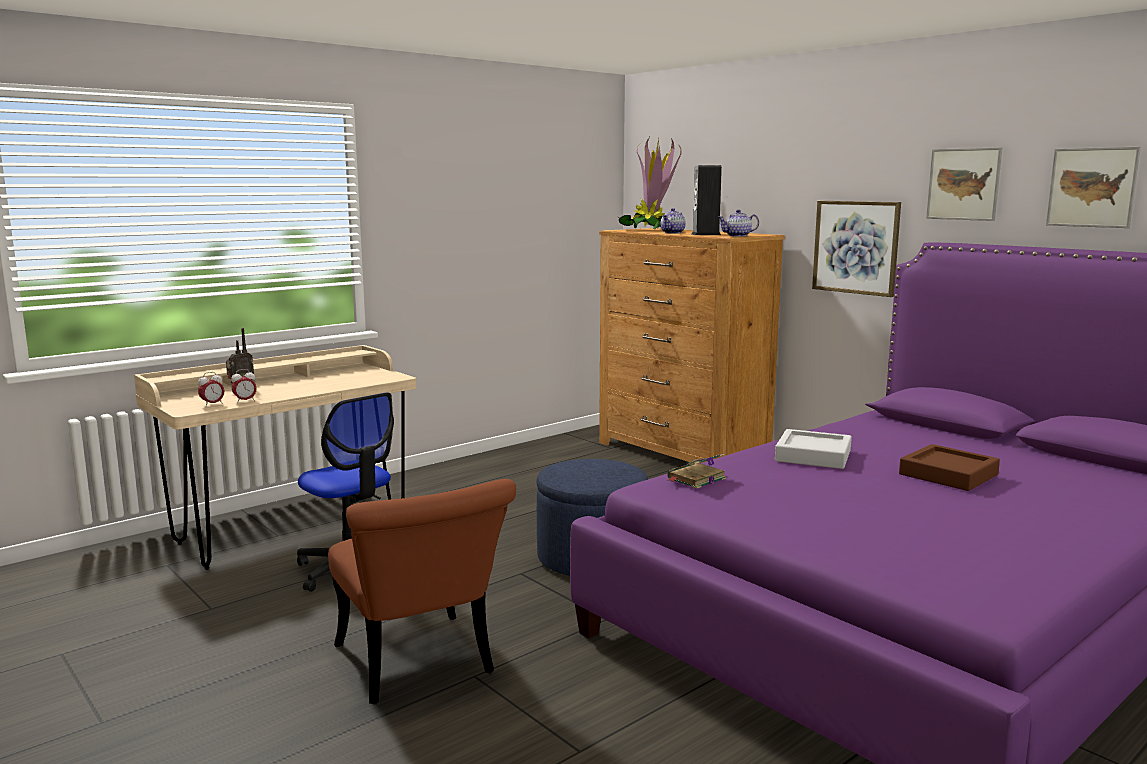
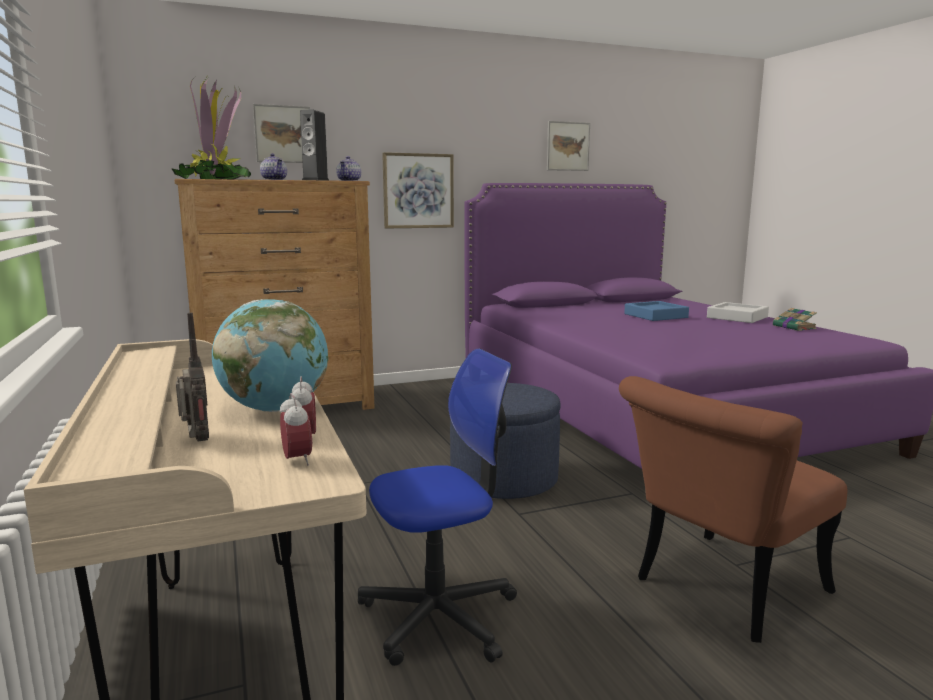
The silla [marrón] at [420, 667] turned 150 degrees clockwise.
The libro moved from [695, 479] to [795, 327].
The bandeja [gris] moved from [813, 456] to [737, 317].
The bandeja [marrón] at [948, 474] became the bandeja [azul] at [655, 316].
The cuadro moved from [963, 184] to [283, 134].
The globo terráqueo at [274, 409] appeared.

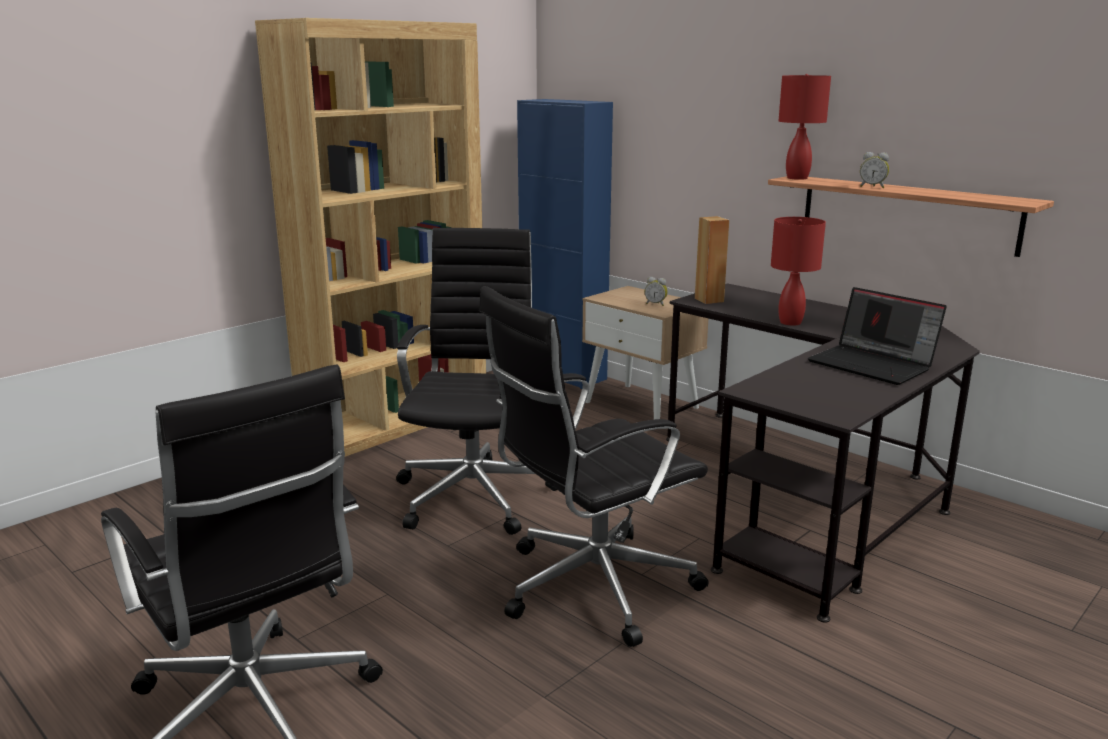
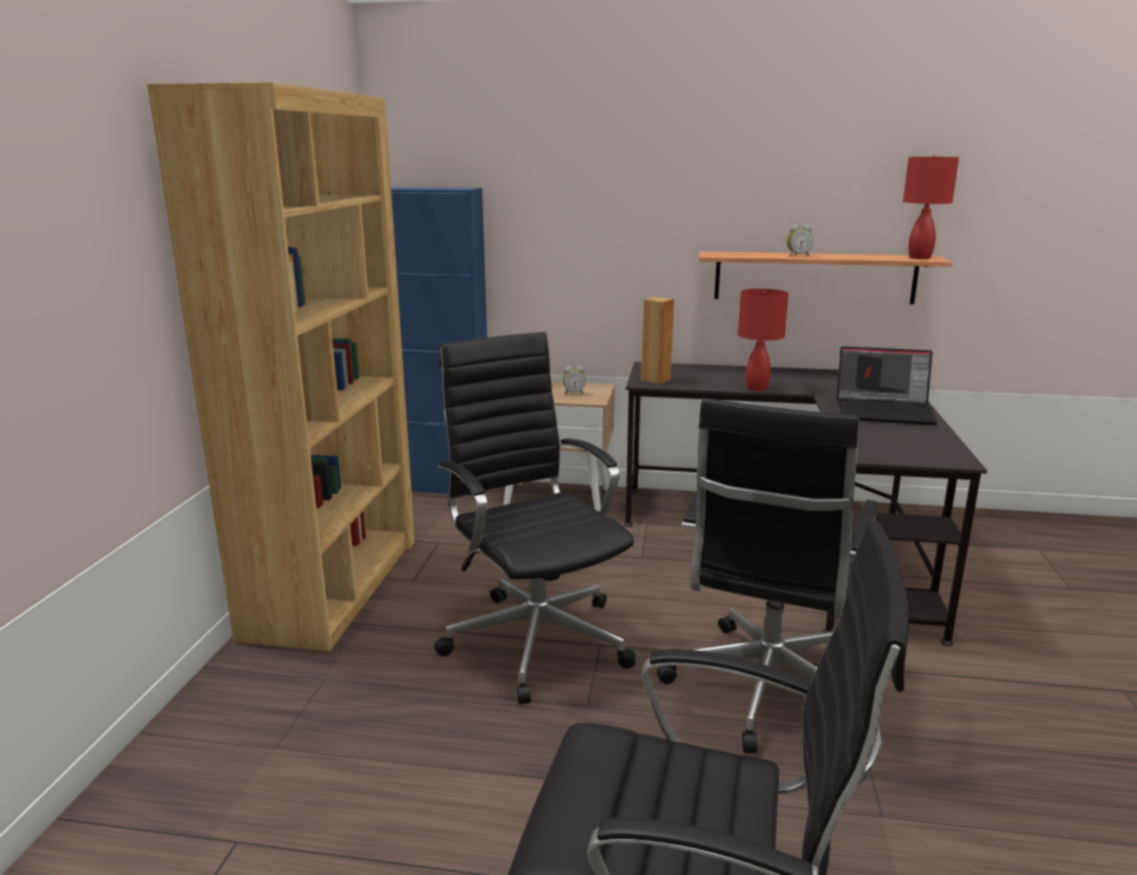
The lámpara de mesa [rojo] moved from [798, 178] to [920, 258].

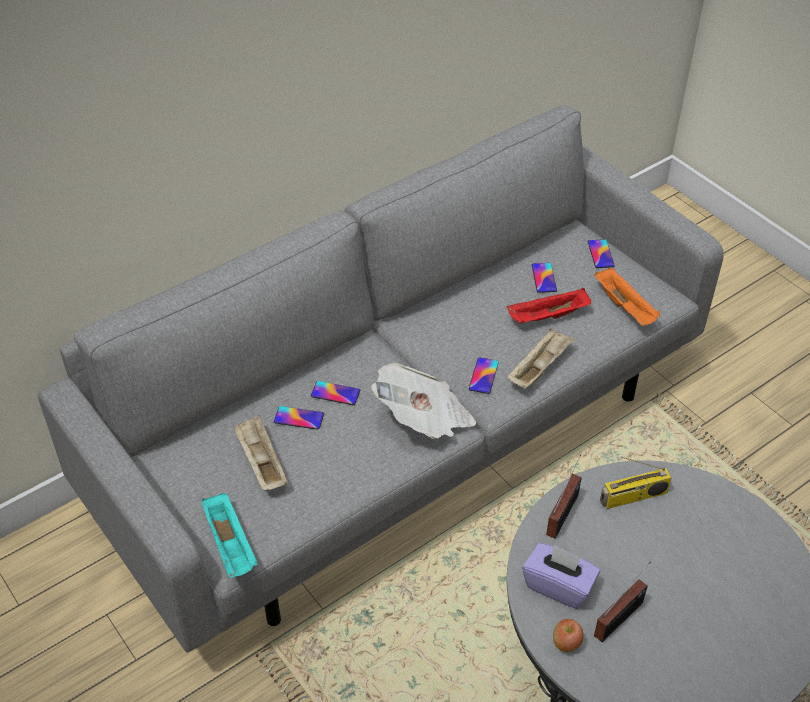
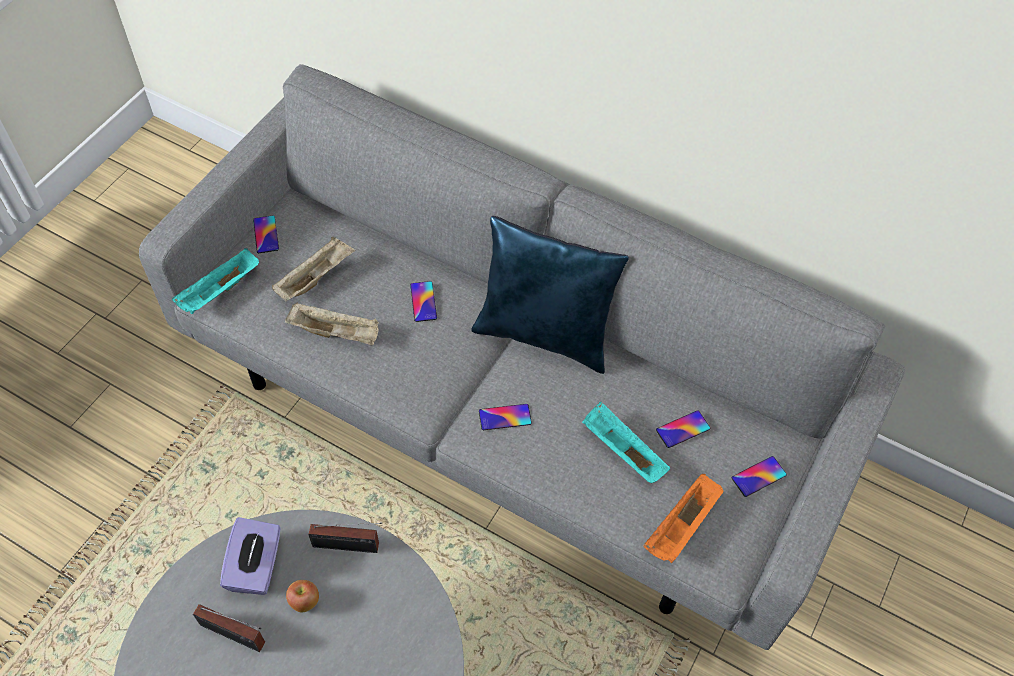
The móvil moved from [299, 418] to [266, 234].
The periódico at [424, 419] disappeared.
The bandeja [rojo] at [547, 317] became the bandeja [turquesa] at [621, 451].
The bandeja [beis] moved from [539, 368] to [336, 333].
The manzana moved from [566, 643] to [304, 601].
The radio at [633, 497] disappeared.
The cojín [azul] at [545, 334] appeared.

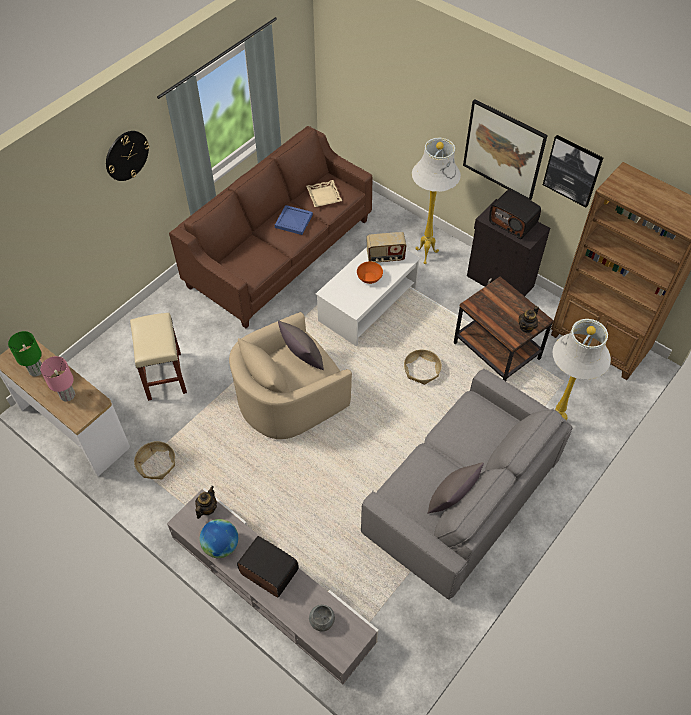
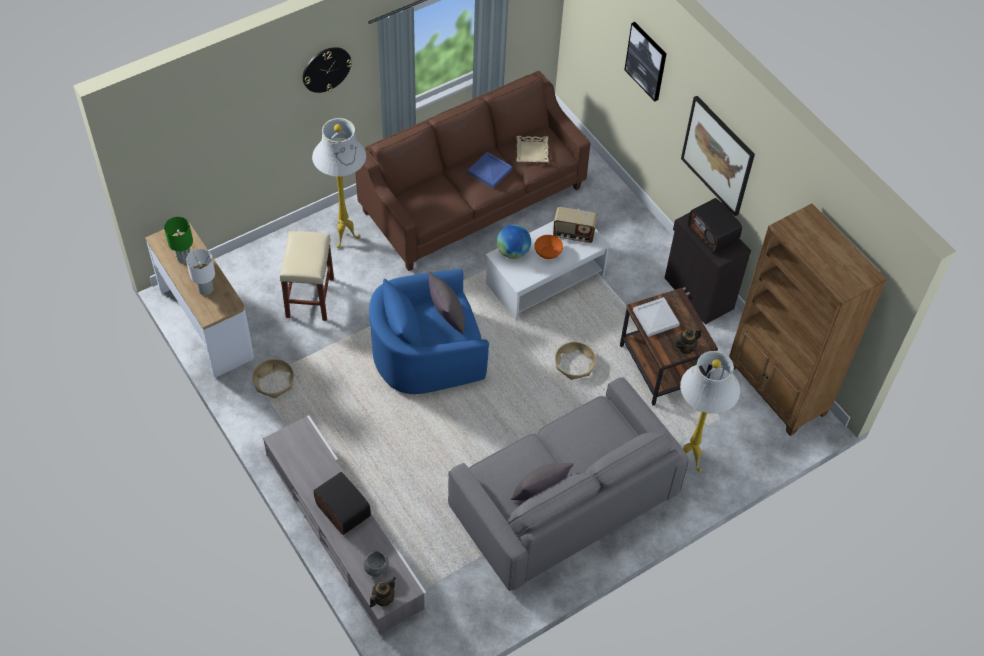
The lámpara de mesa [rosa] at [67, 395] became the lámpara de mesa [blanco] at [205, 289].
The tetera moved from [207, 508] to [383, 599].
The globo terráqueo moved from [221, 546] to [513, 252].
The sillón [beis] at [289, 397] became the sillón [azul] at [427, 354].
The lámpara de pie [blanco] moved from [426, 254] to [346, 238].
The cuadro moved from [572, 170] to [646, 61].
The bandeja [blanco] at [655, 318] appeared.

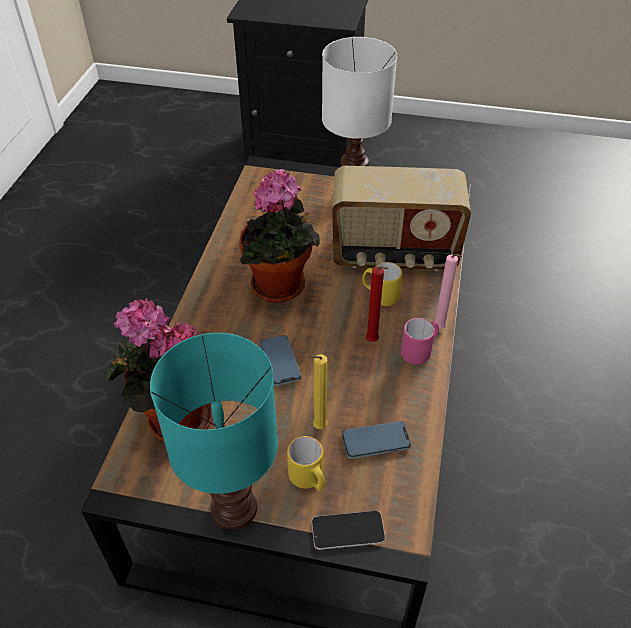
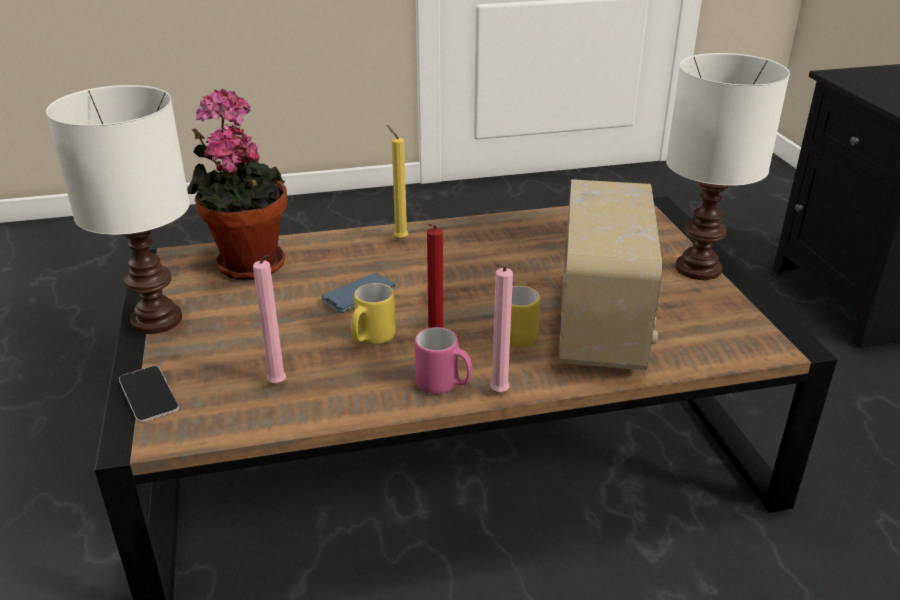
The lámpara de mesa [turquesa] at [236, 508] became the lámpara de mesa [blanco] at [156, 321].
The planta en maceta at [281, 288] disappeared.
The taza grande [amarillo] moved from [309, 480] to [371, 339].
The vela [amarillo] moved from [317, 427] to [399, 238].
The radio at [394, 255] turned 150 degrees counterclockwise.
The móvil at [375, 442] was replaced by the vela [rosa] at [278, 385].

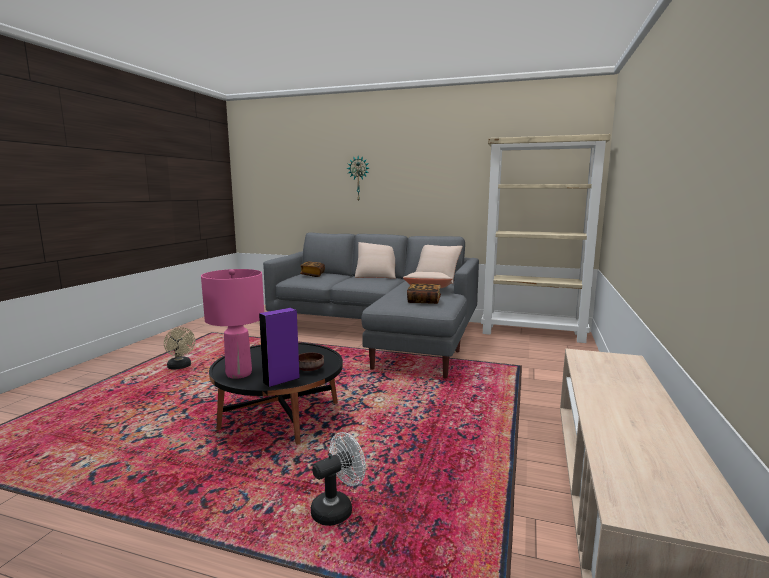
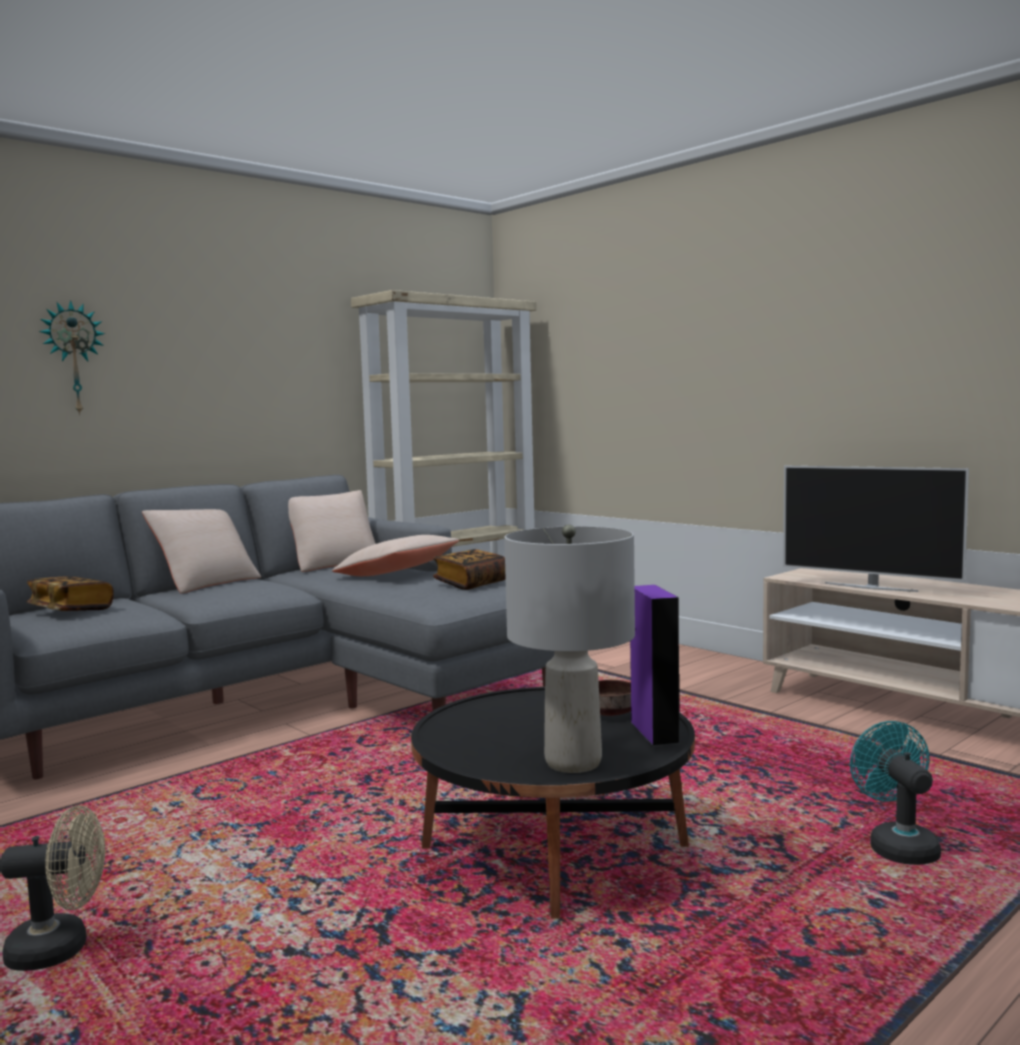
The lámpara de mesa [rosa] at [238, 373] became the lámpara de mesa [gris] at [572, 762].
The ventilador [blanco] at [337, 509] became the ventilador [turquesa] at [897, 846].
The televisor at [871, 587] appeared.

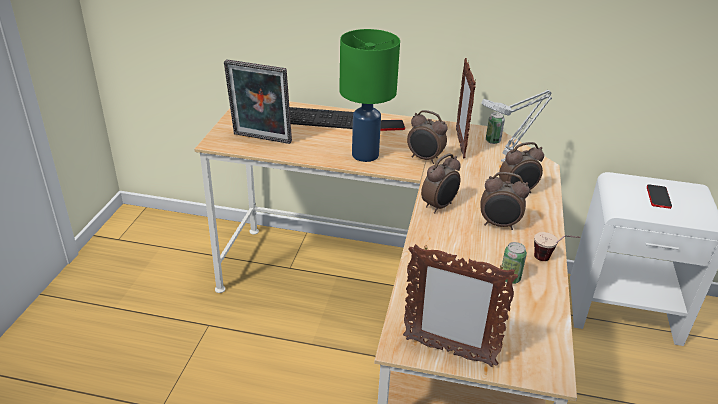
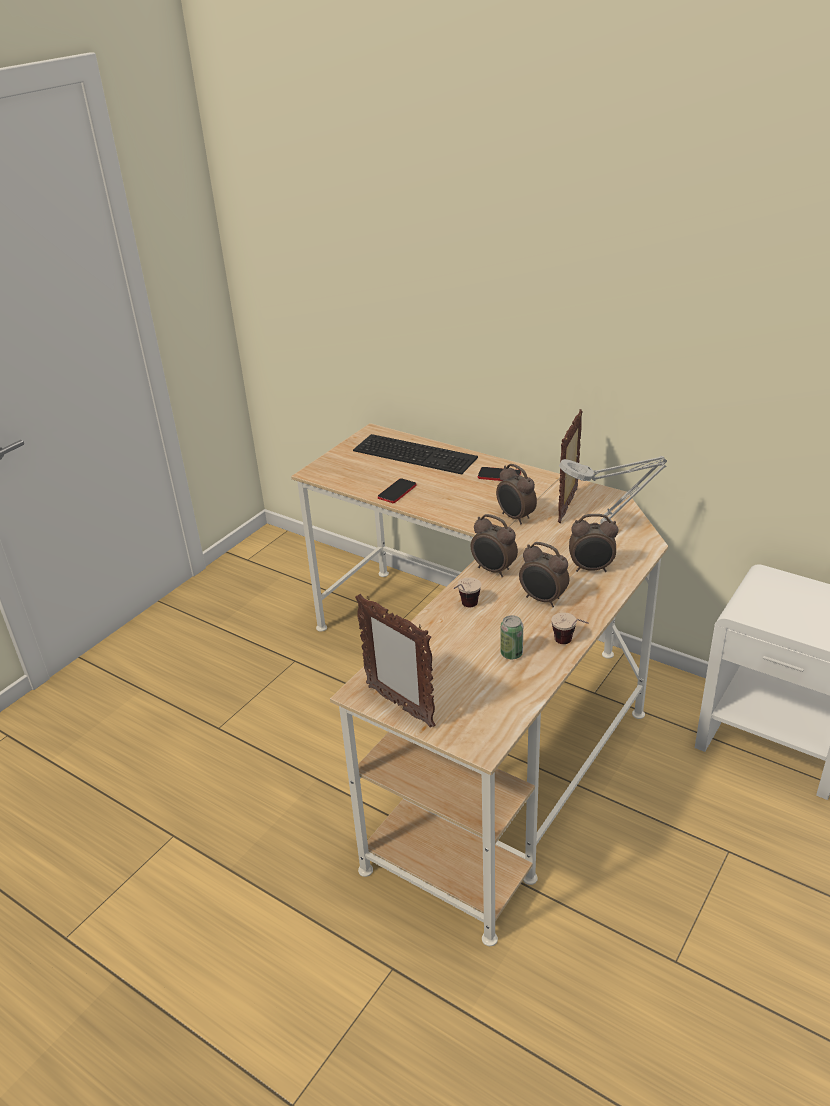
The portarretratos at [261, 139] disappeared.
The lámpara de mesa [verde] at [364, 155] disappeared.
The despertador at [439, 206] turned 60 degrees clockwise.
The lata at [493, 141] disappeared.
The móvil moved from [658, 197] to [397, 492].
The taza at [465, 608] appeared.

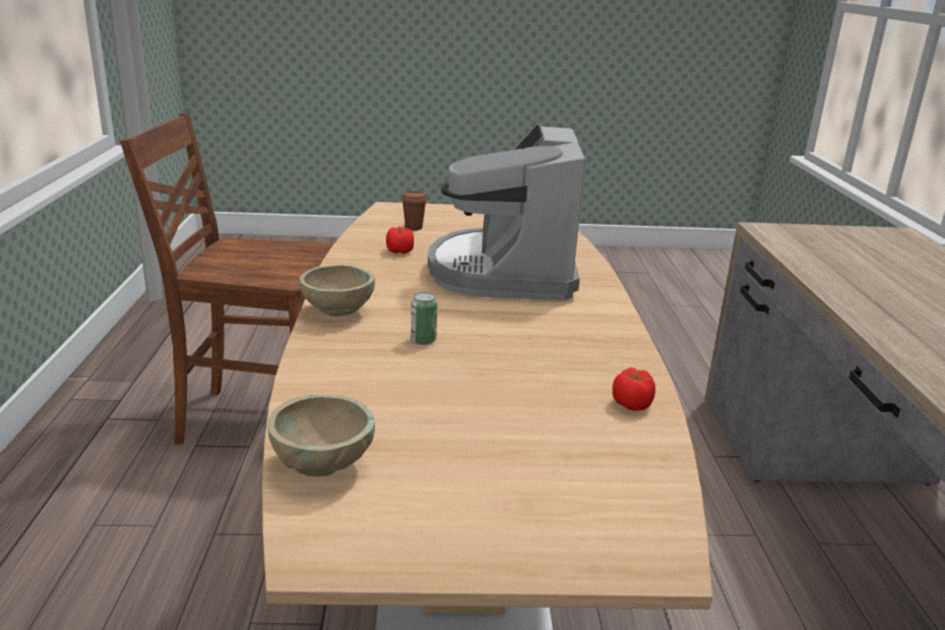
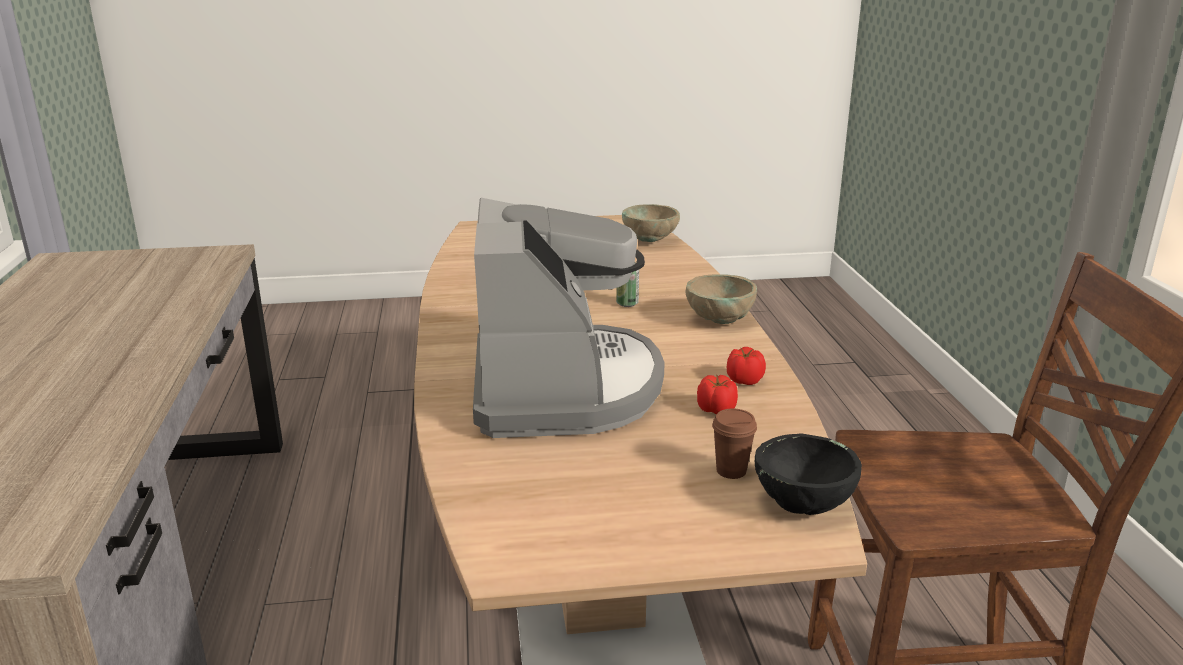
The tomate moved from [633, 404] to [743, 381].
The cuenco [negro] at [804, 505] appeared.

